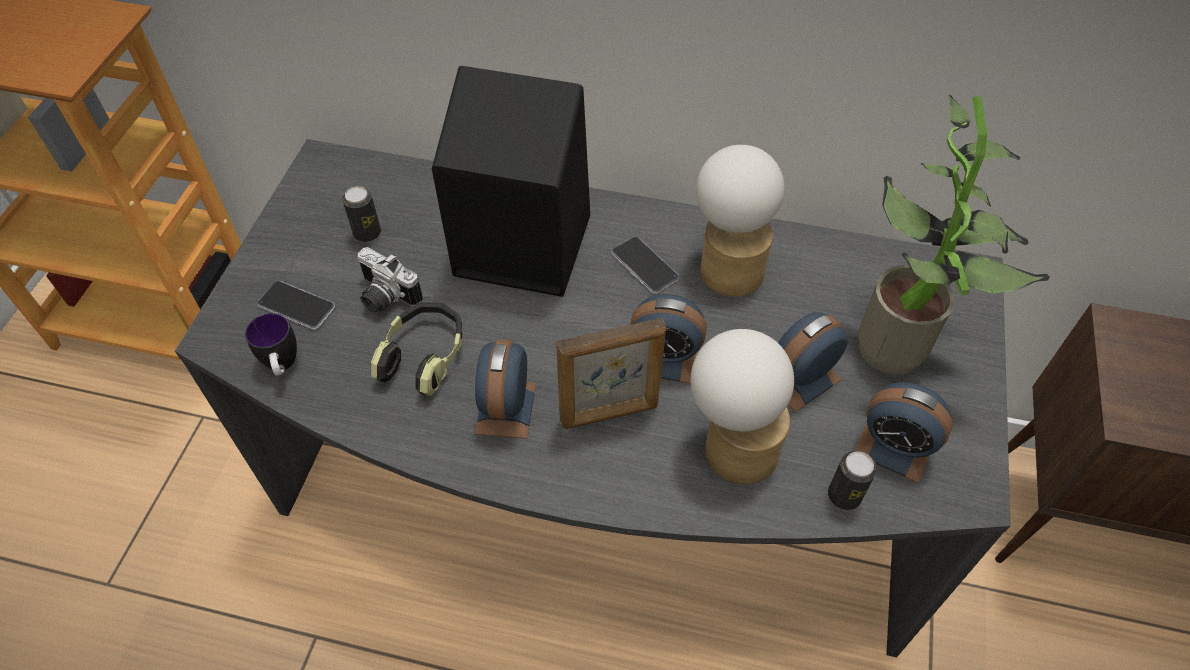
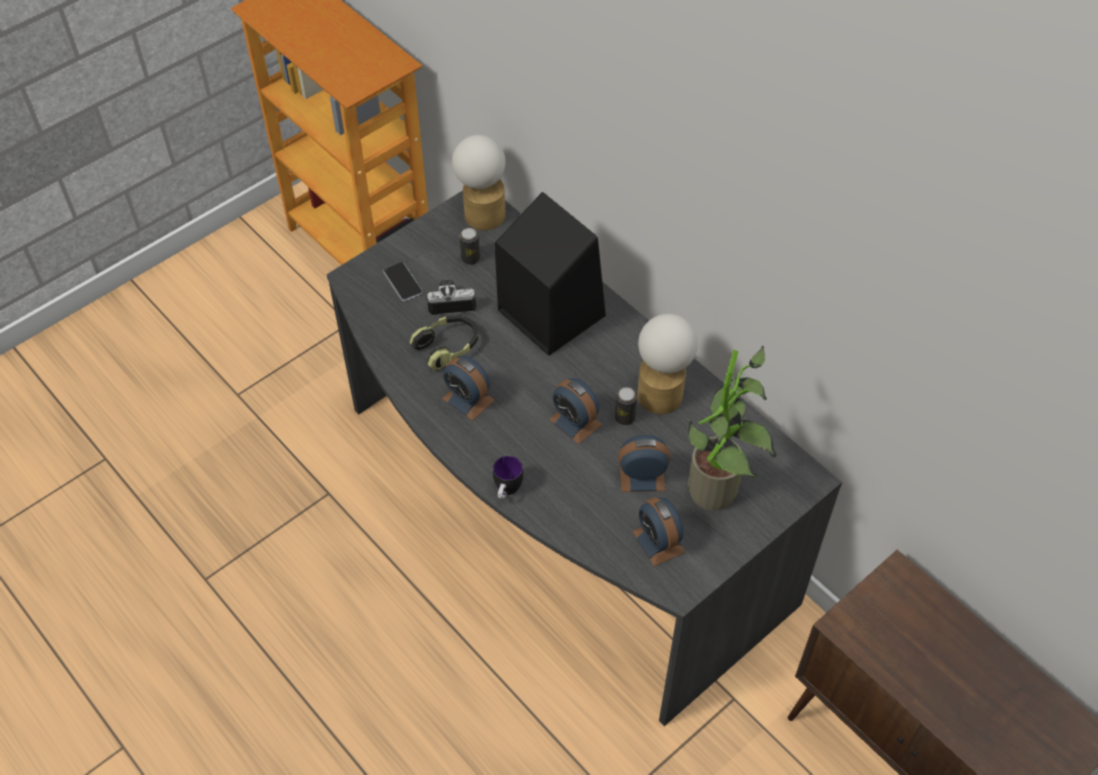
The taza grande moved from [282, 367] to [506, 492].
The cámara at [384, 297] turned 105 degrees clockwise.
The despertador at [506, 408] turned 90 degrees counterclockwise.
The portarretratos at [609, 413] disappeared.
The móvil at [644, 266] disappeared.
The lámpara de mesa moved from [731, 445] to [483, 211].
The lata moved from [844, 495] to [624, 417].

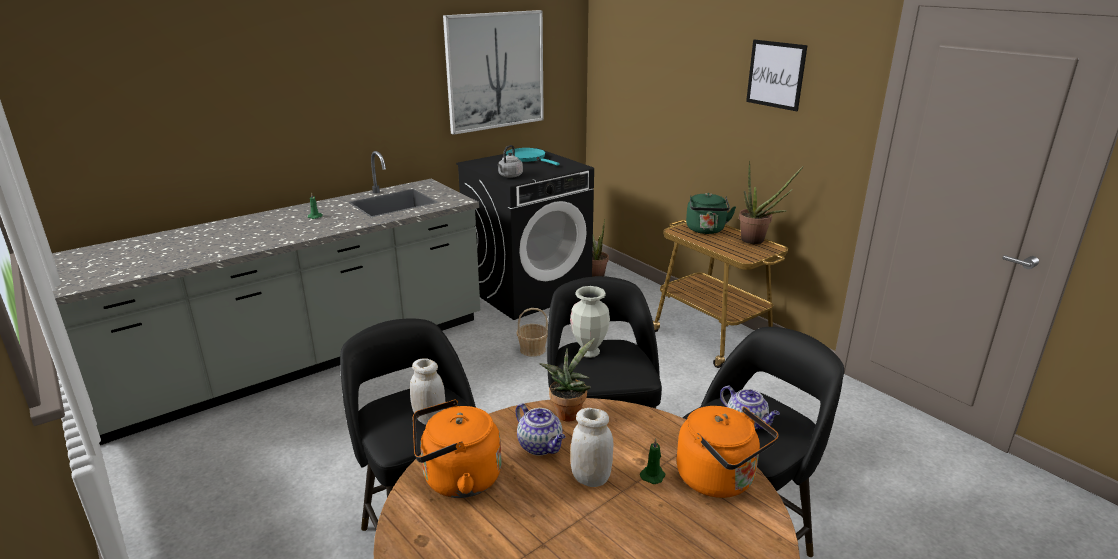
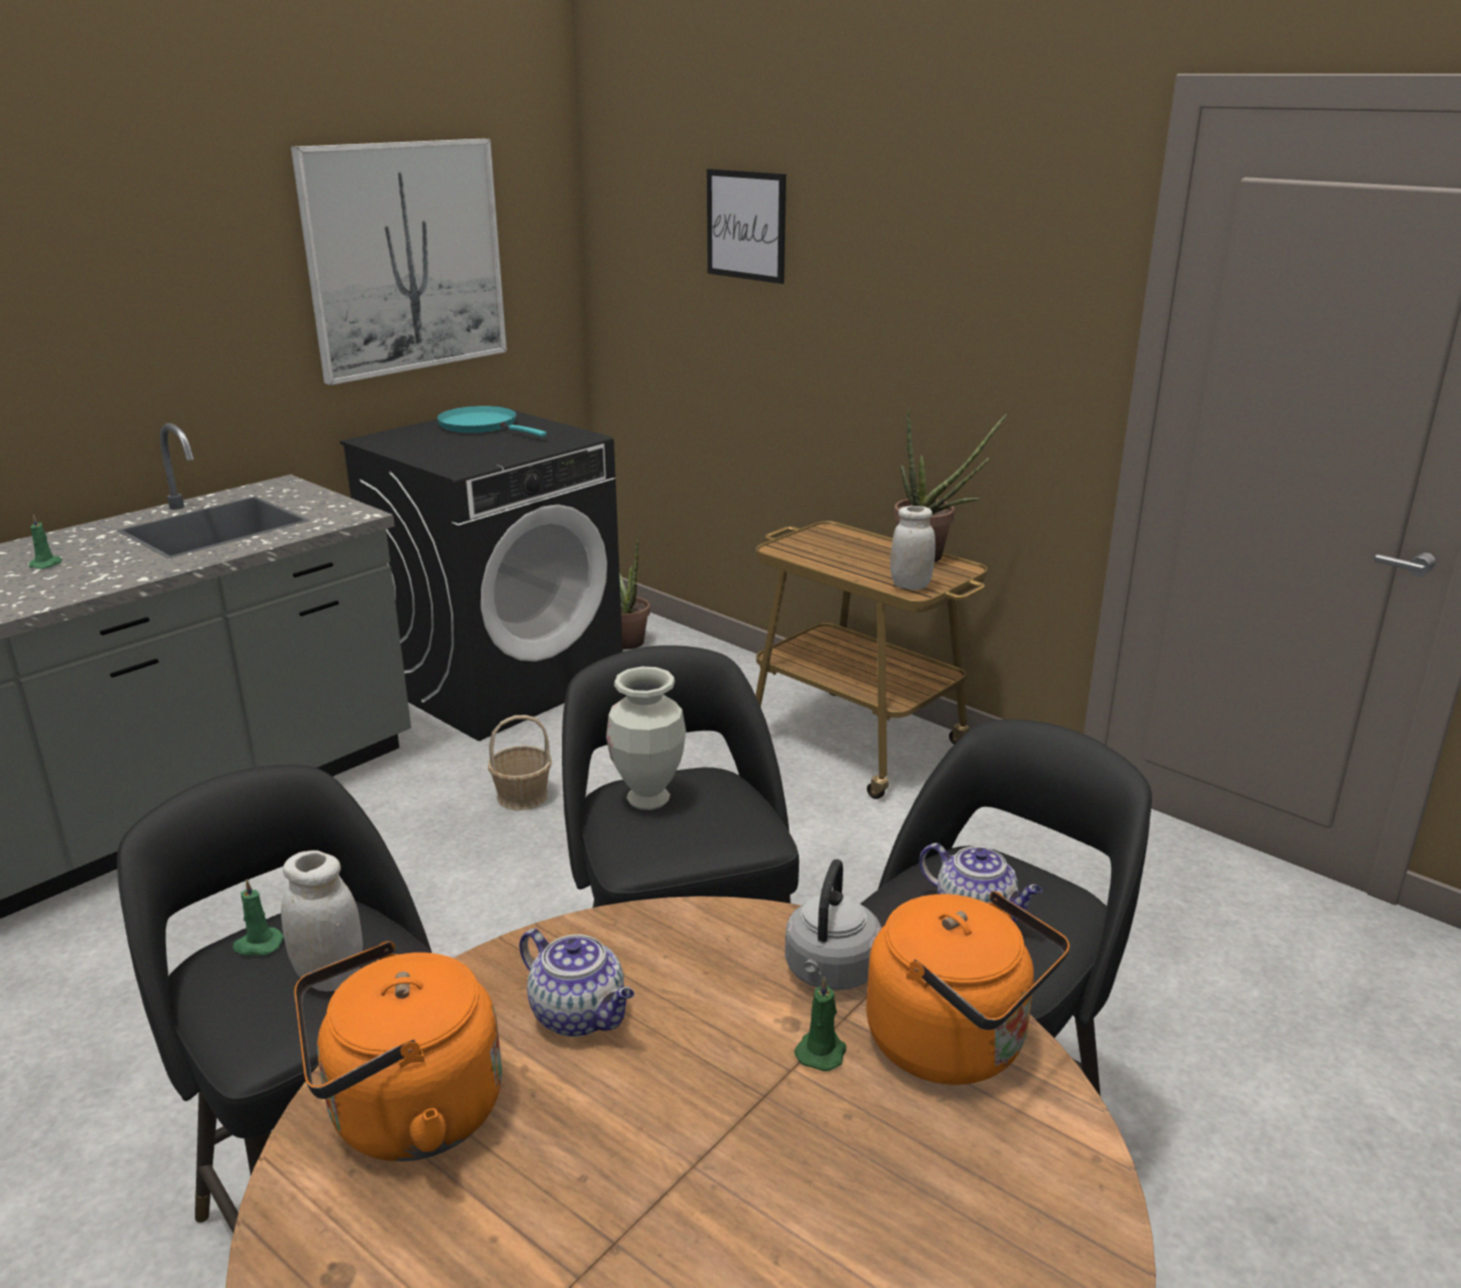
The hervidor [gris] moved from [509, 176] to [830, 973].
The planta en maceta at [568, 412] disappeared.
The tarro [blanco] moved from [591, 479] to [910, 585].
The hervidor [verde] at [706, 230] disappeared.
The cuadro moved from [776, 74] to [746, 225].
The vela [verde] at [257, 945] appeared.

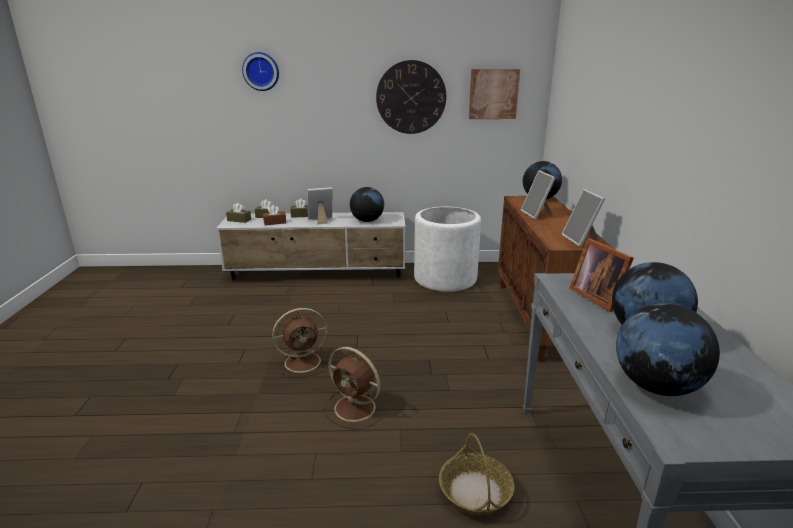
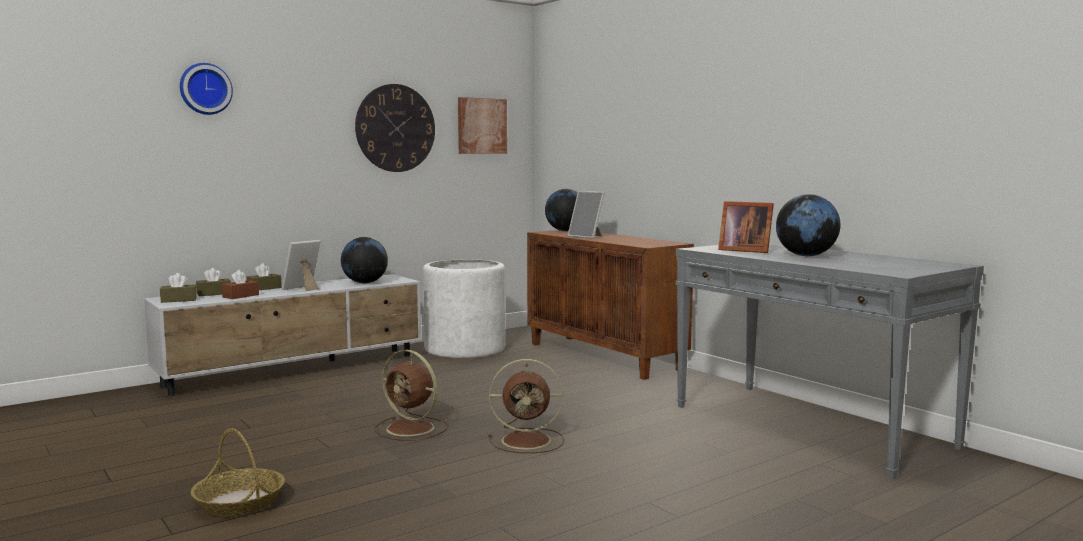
The ventilador [marrón] at [304, 362] turned 90 degrees clockwise.
The cesta moved from [474, 491] to [239, 502].
The portarretratos at [581, 240] disappeared.
The globo terráqueo at [656, 386] disappeared.

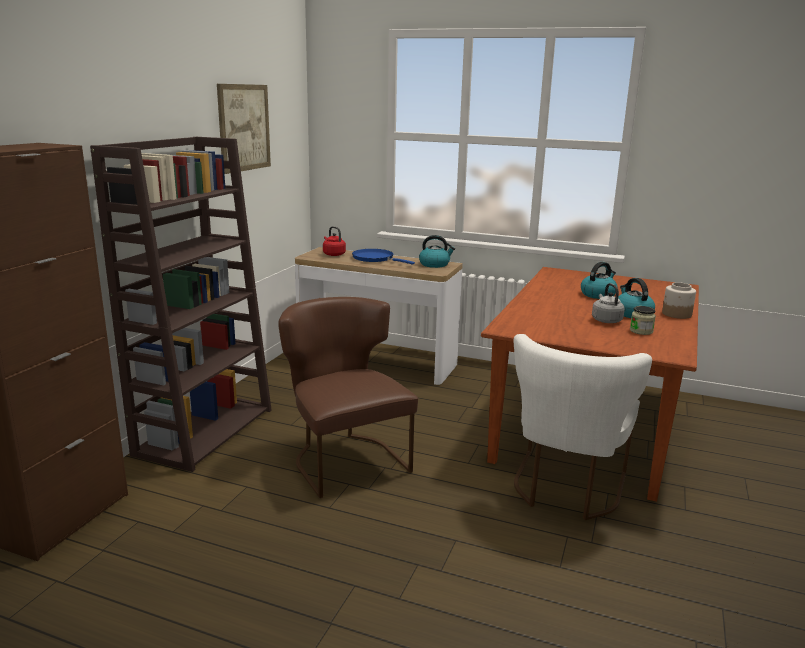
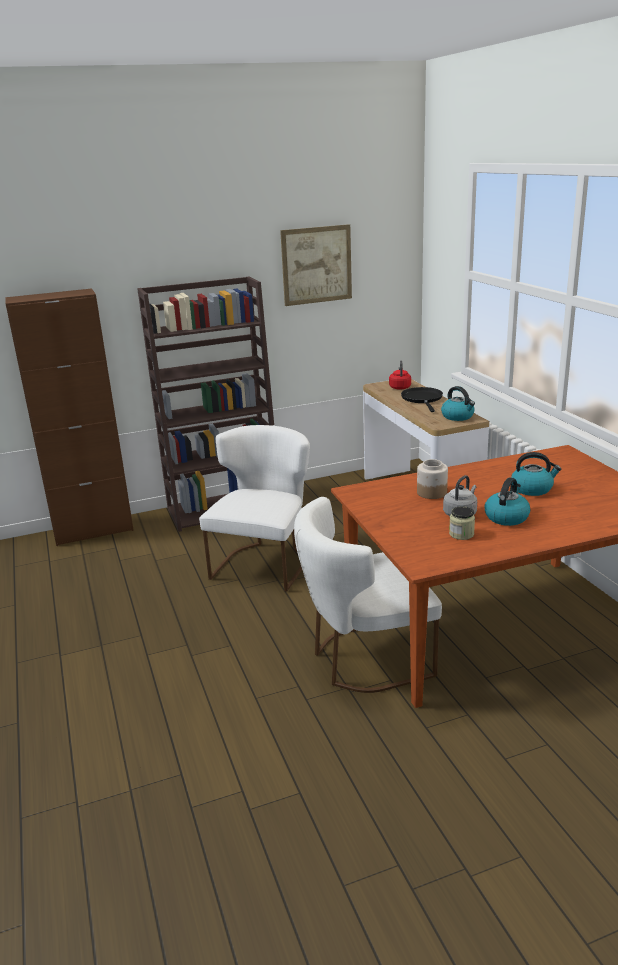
The silla [marrón] at [345, 459] became the silla [blanco] at [265, 563].
The sartén [azul] at [375, 259] became the sartén [negro] at [422, 399].
The tarro moved from [676, 314] to [431, 492].

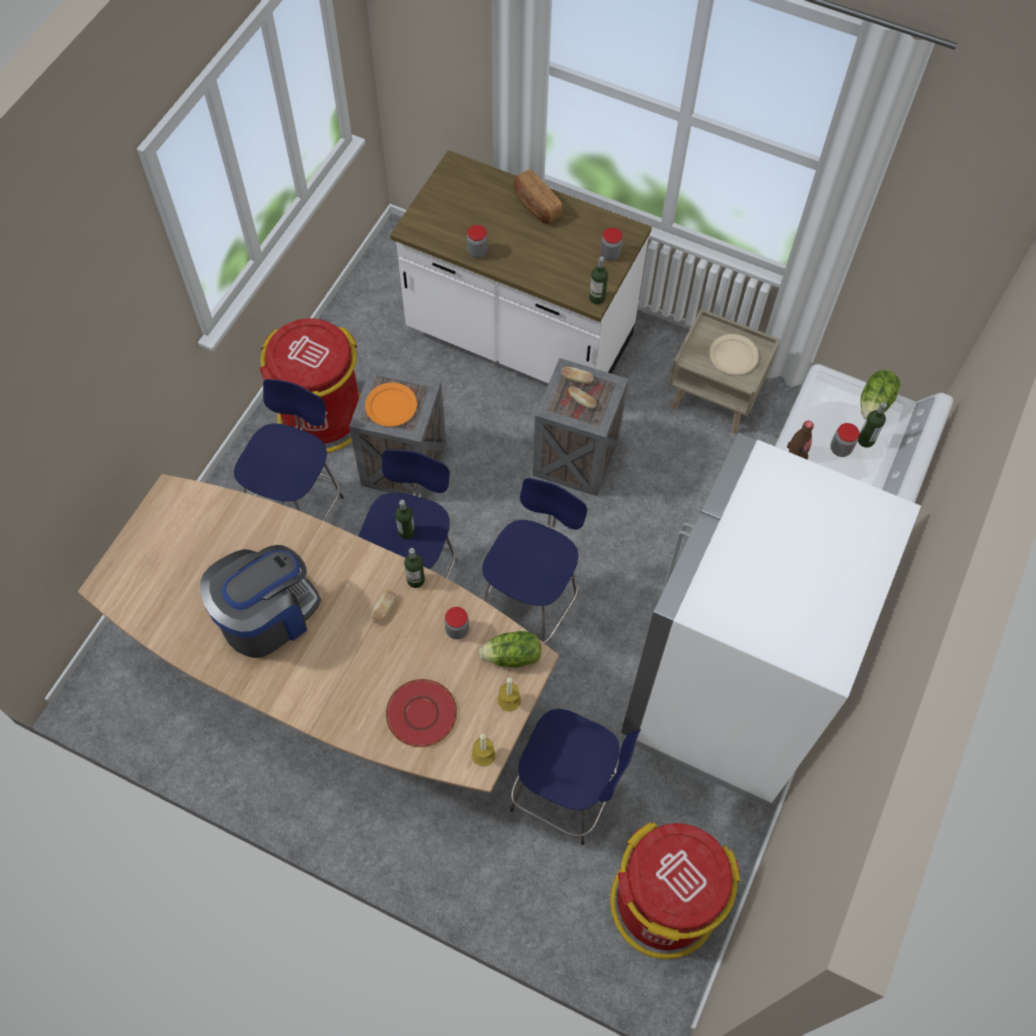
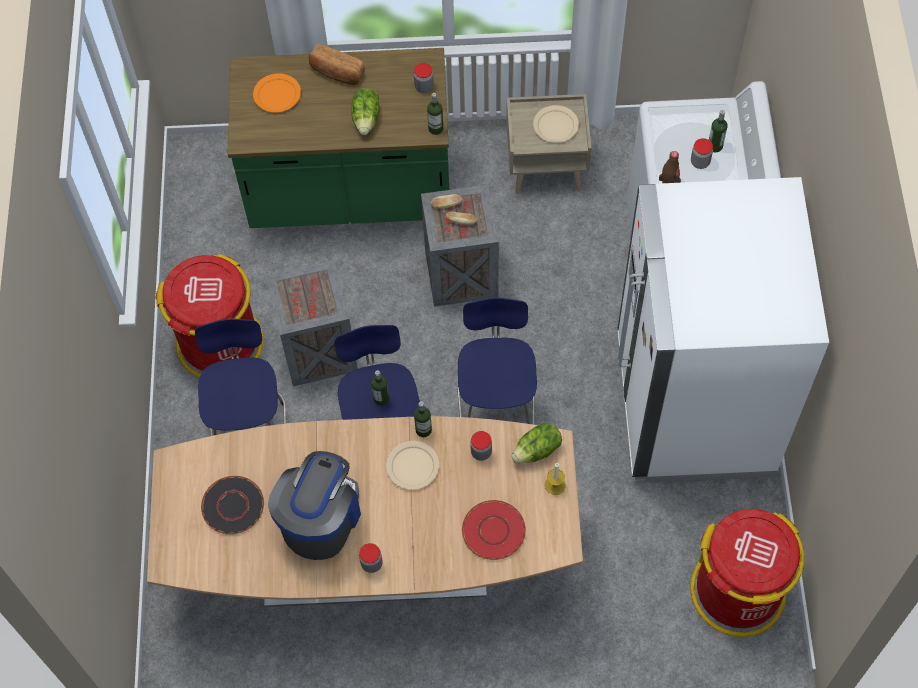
The plato [naranja] moved from [391, 406] to [277, 95].
The pan at [384, 609] was replaced by the plato [beis] at [412, 466].
The mueble bajo de cocina [blanco] at [519, 337] became the mueble bajo de cocina [verde] at [351, 193].
The tarro moved from [477, 252] to [371, 564].
The vela at [483, 754] disappeared.
The taburete [azul] at [566, 794] disappeared.
The lechuga moved from [875, 404] to [367, 118].
The plato [negro] at [233, 506] appeared.

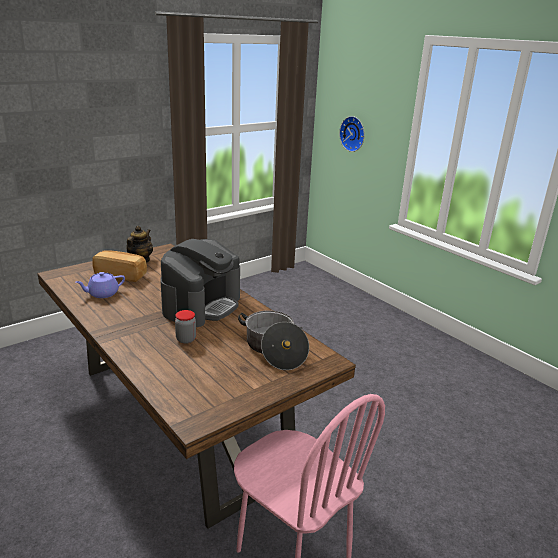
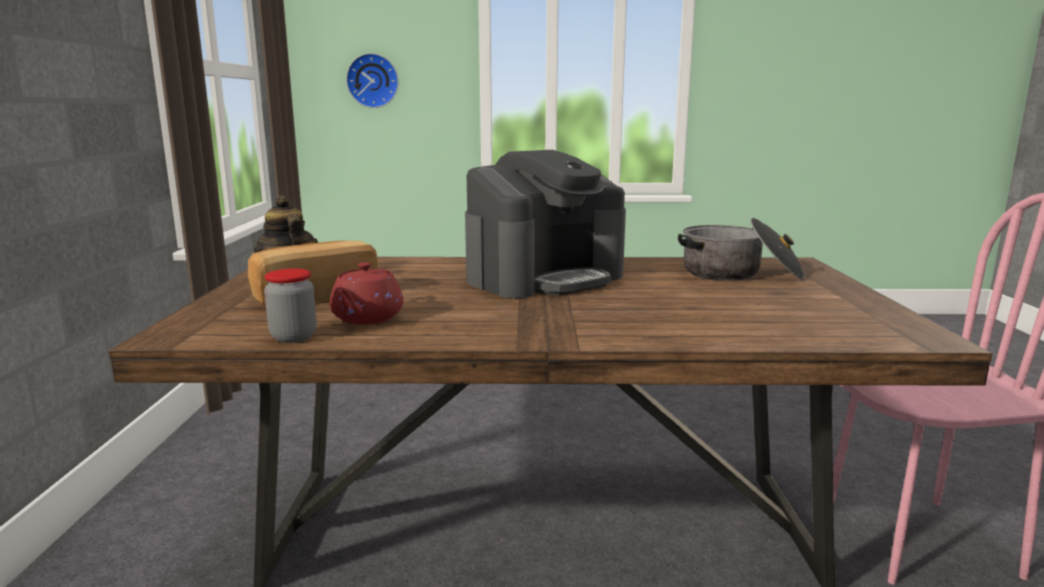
The tetera [morado] at [102, 294] became the tetera [rojo] at [366, 318].
The cafetera at [202, 305] turned 75 degrees clockwise.
The tarro moved from [186, 339] to [293, 337].

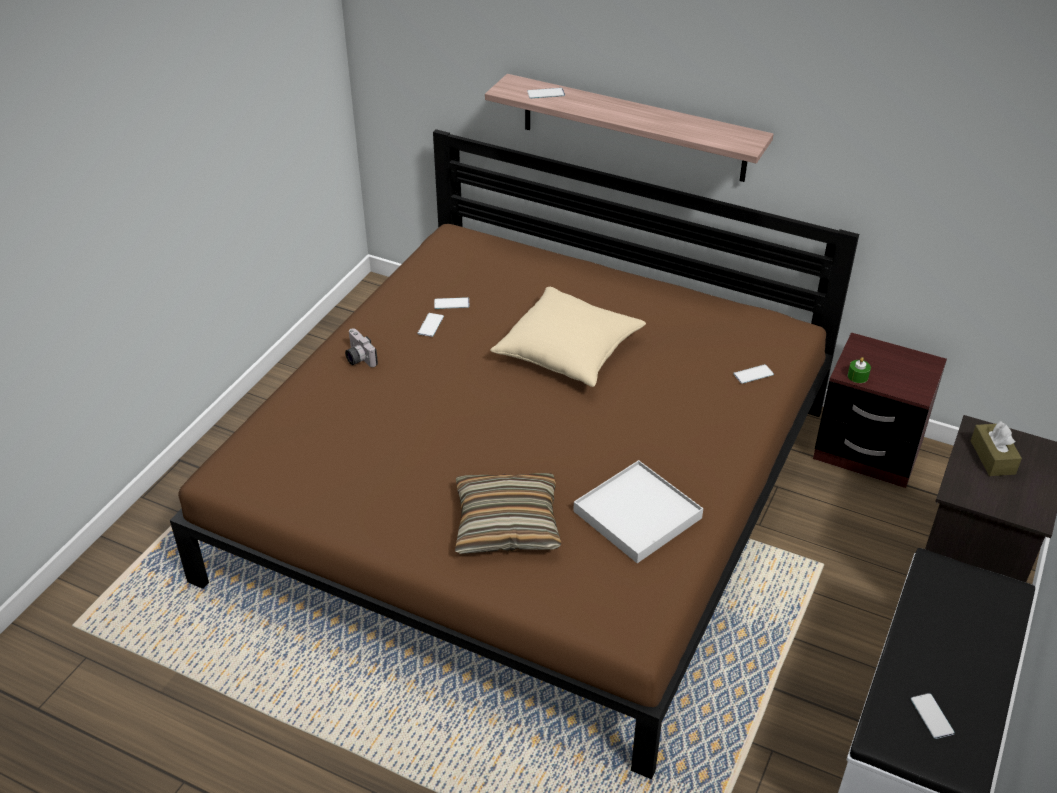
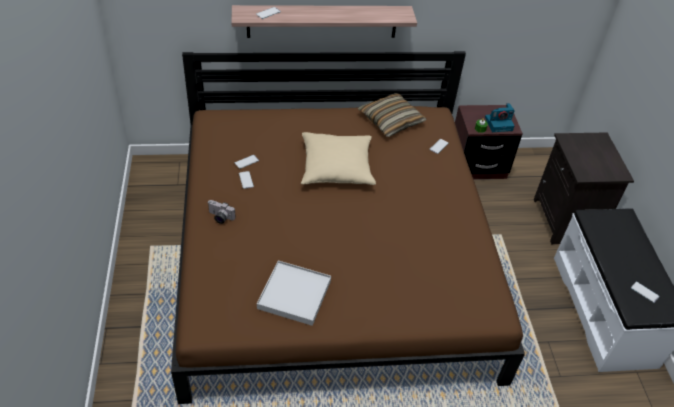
The cojín moved from [507, 524] to [391, 121].
The bandeja [blanco] moved from [637, 515] to [294, 295].
The caja de pañuelos [marrón] at [992, 457] disappeared.
The cámara at [499, 123] appeared.

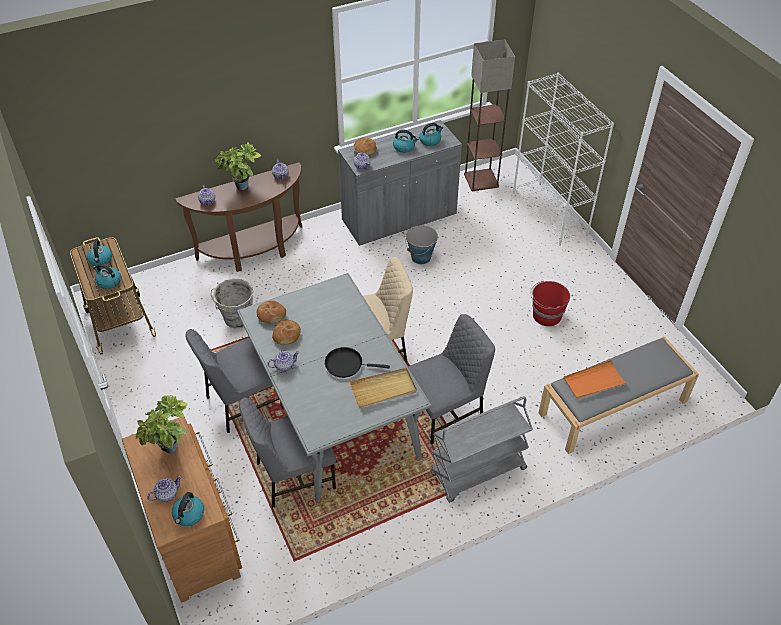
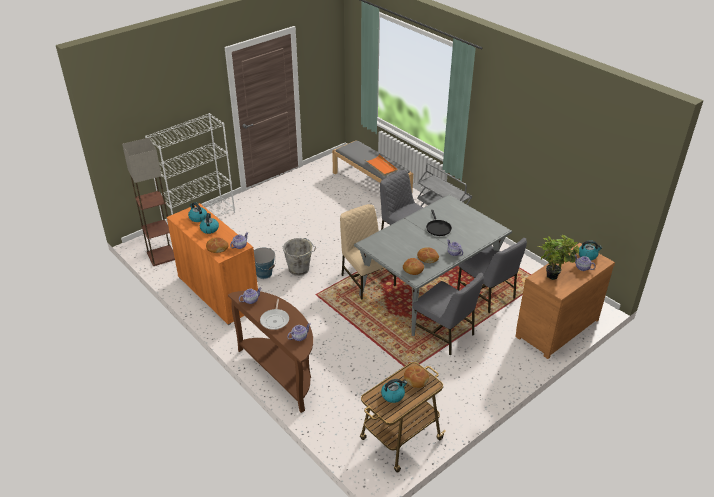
The hervidor at [108, 281] was replaced by the pan at [416, 379].
The cubo [gris] moved from [237, 319] to [300, 269].
The planta en maceta at [242, 189] was replaced by the sartén at [275, 320].
The armario [gris] at [399, 218] became the armario [naranja] at [218, 292].
The bandeja [beis] at [383, 389] disappeared.
The cubo [rojo] at [546, 316] disappeared.

